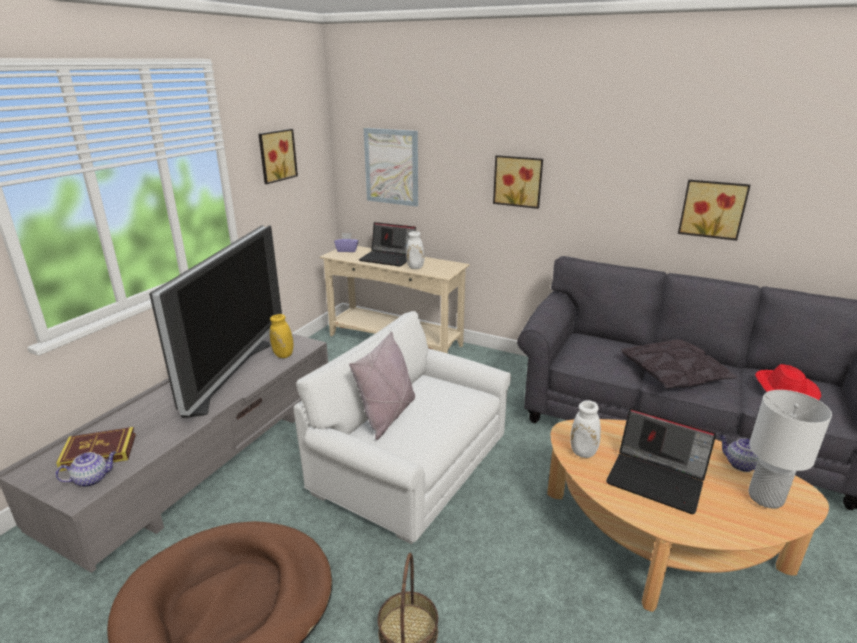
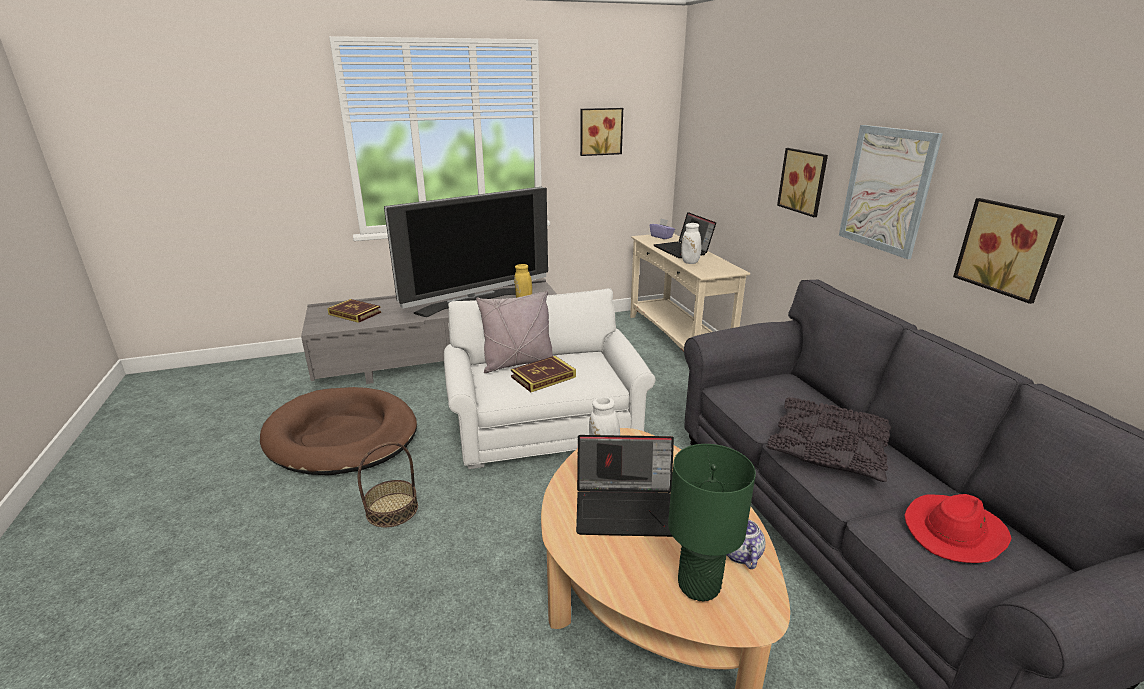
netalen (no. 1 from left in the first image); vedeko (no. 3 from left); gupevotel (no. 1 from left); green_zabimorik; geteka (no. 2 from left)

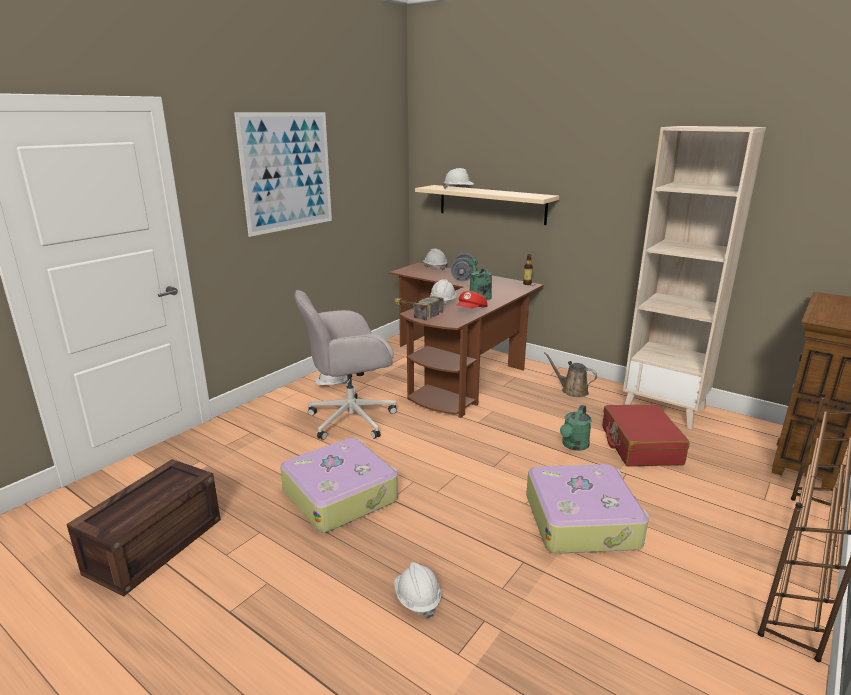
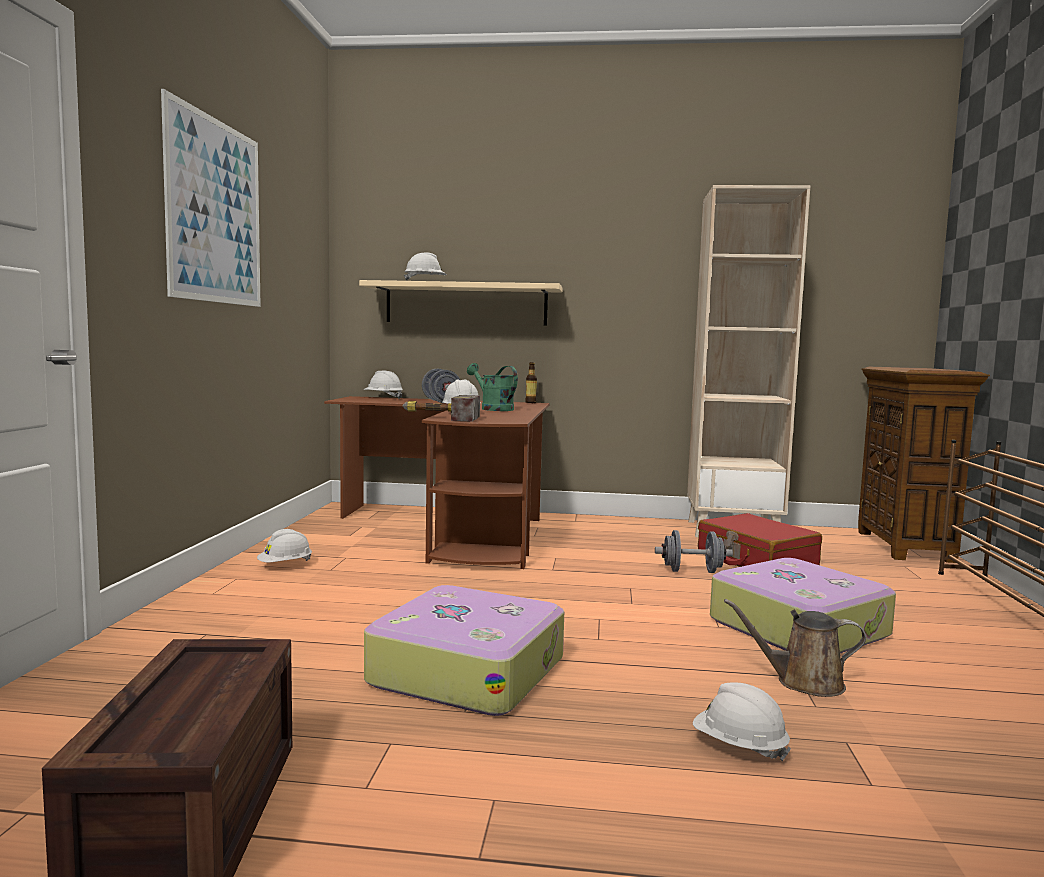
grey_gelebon; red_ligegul; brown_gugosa; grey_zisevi (no. 2 from left)

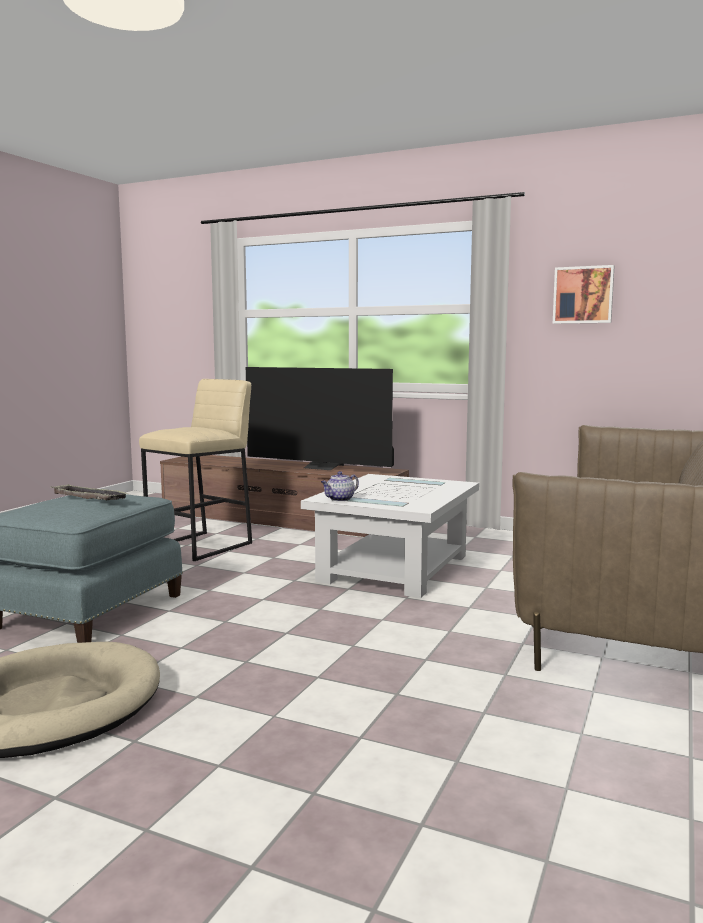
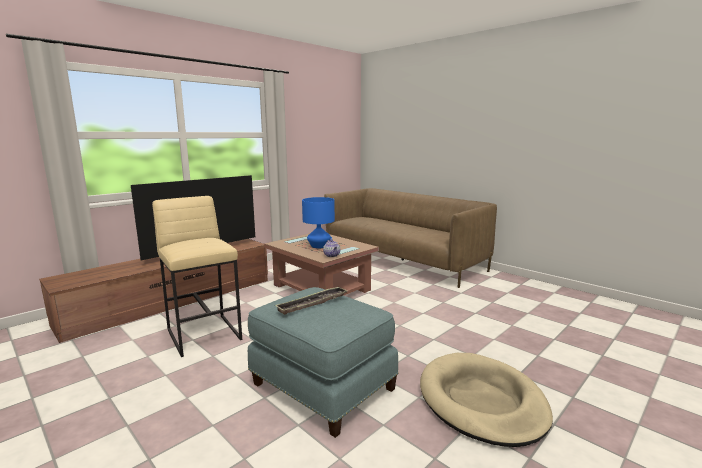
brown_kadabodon; vedeko; blue_zabimorik

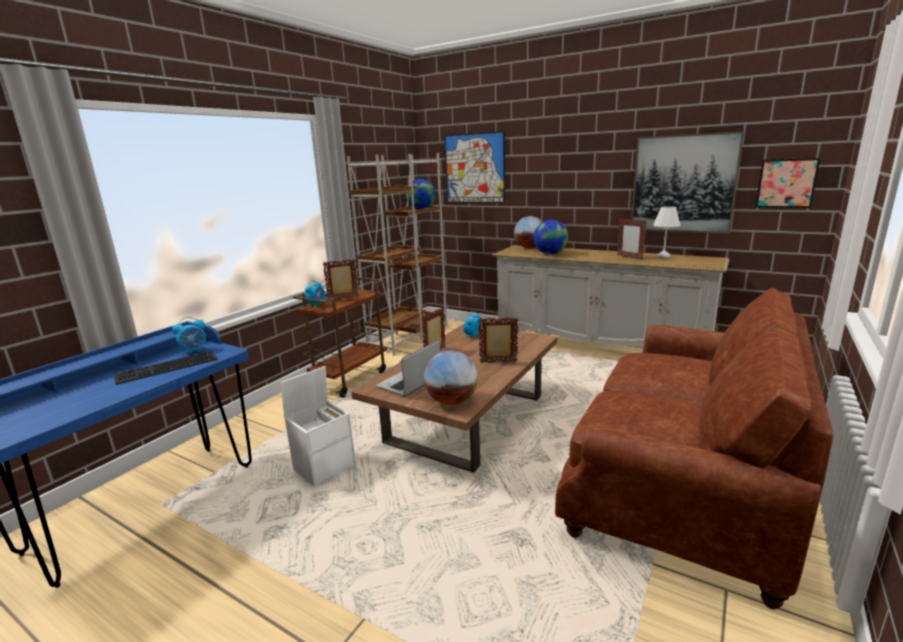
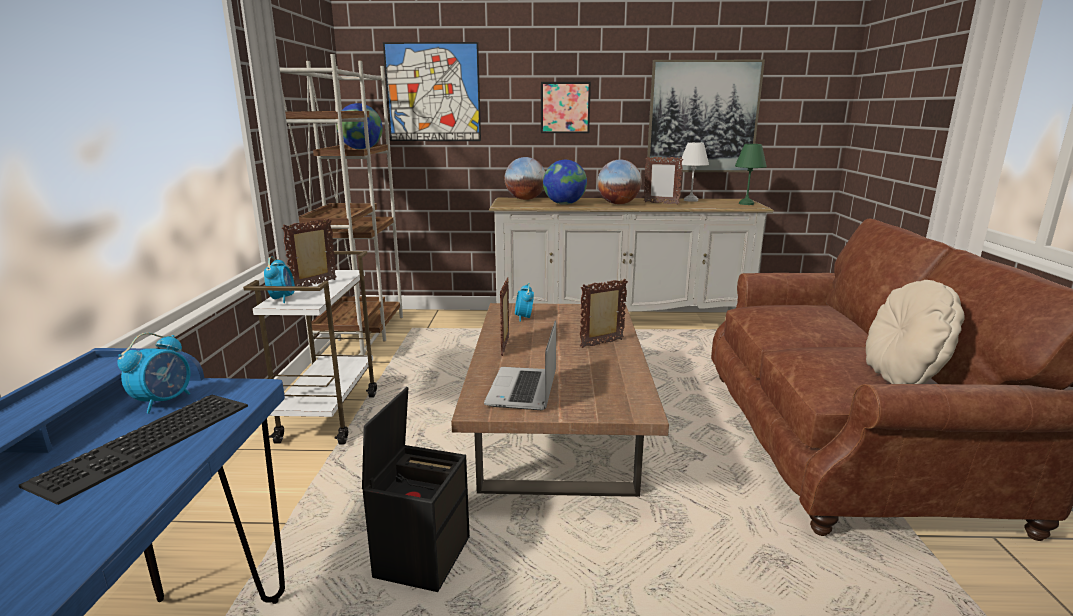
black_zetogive; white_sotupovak; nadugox (no. 4 from left); vedeko (no. 2 from left); green_zabimorik; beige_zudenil

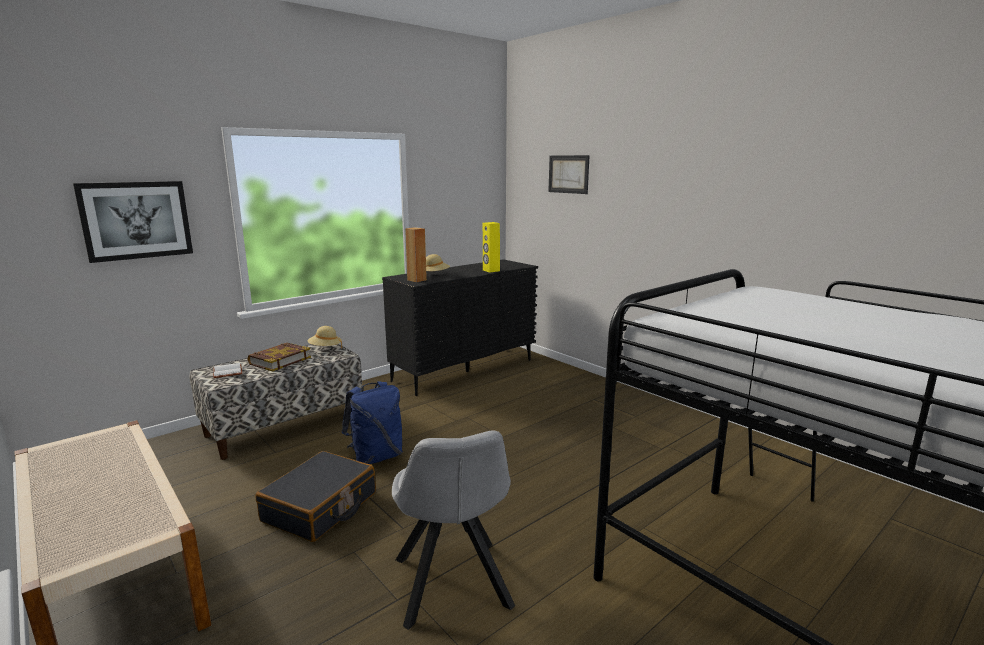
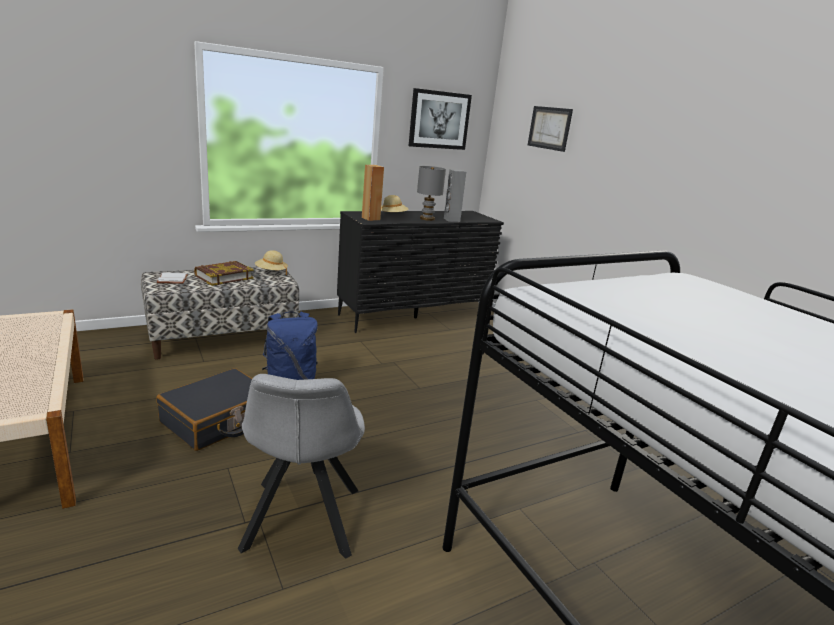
vedeko (no. 1 from left); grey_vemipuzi; grey_zabimorik

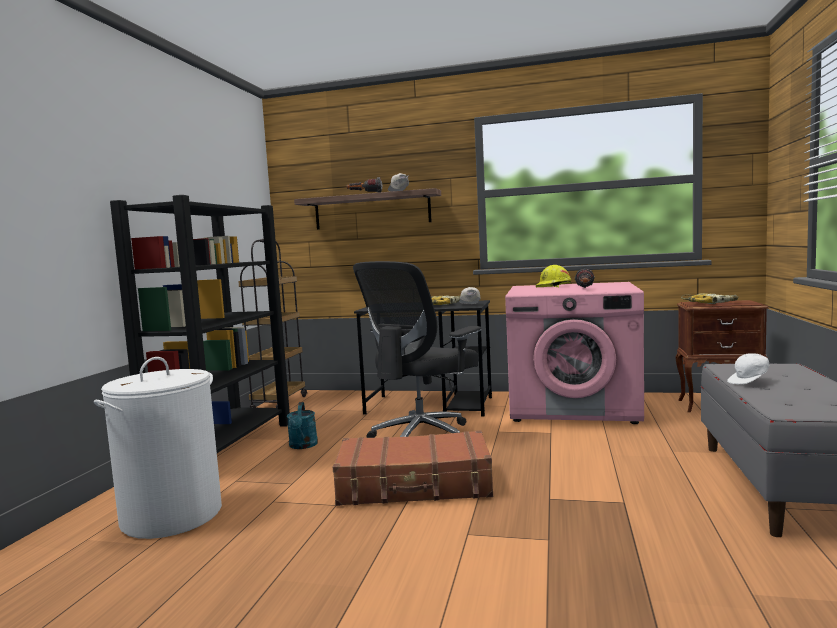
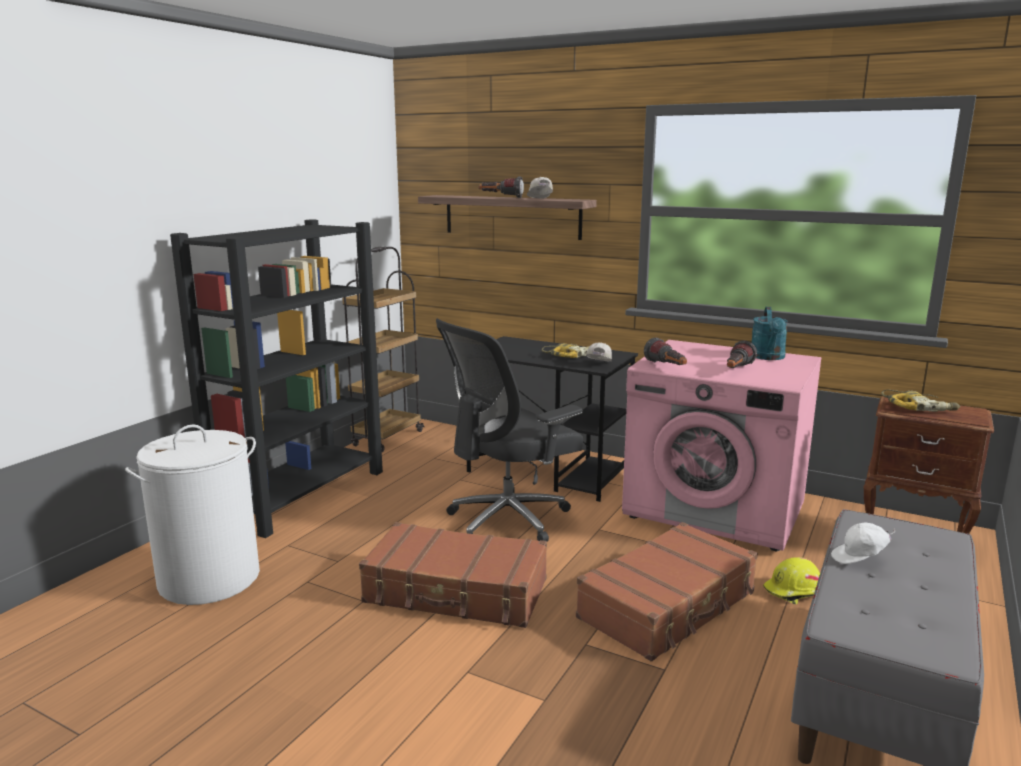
turquoise_gugosa; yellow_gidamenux; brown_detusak (no. 2 from left); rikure (no. 2 from left)

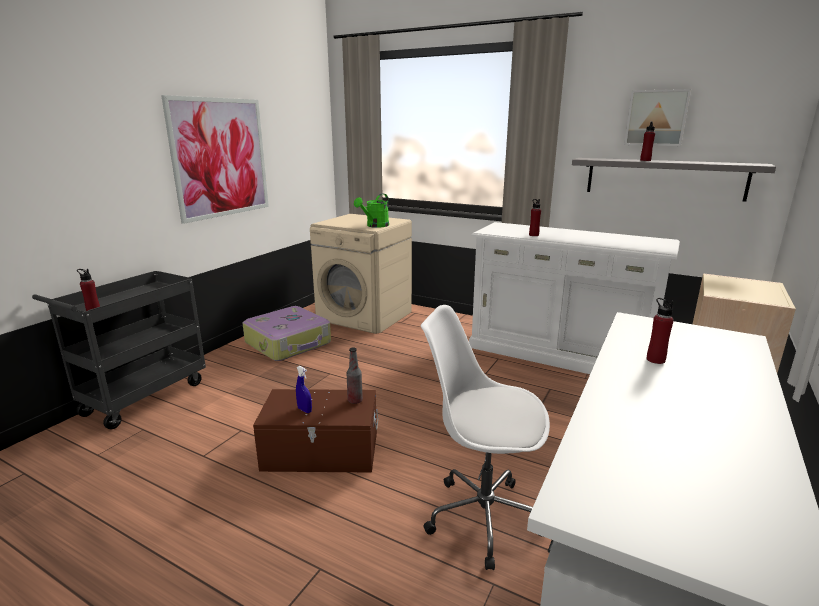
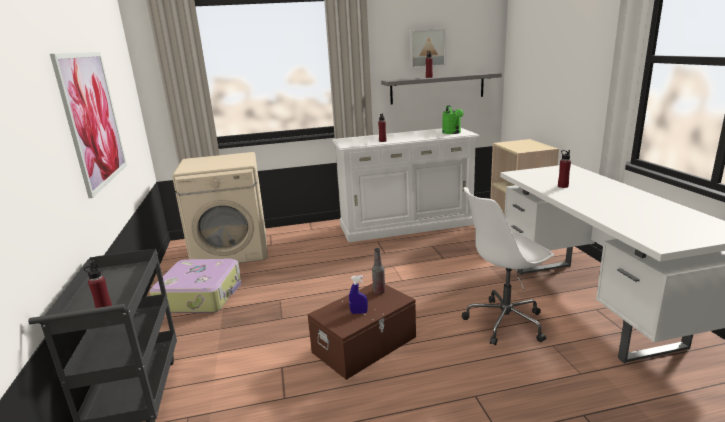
green_gugosa

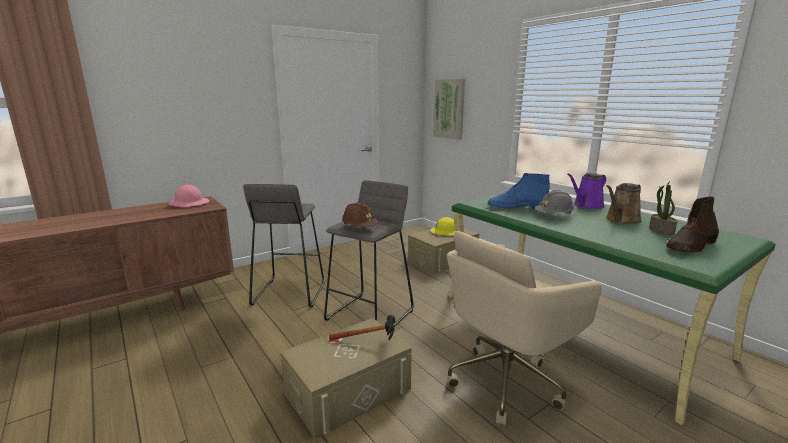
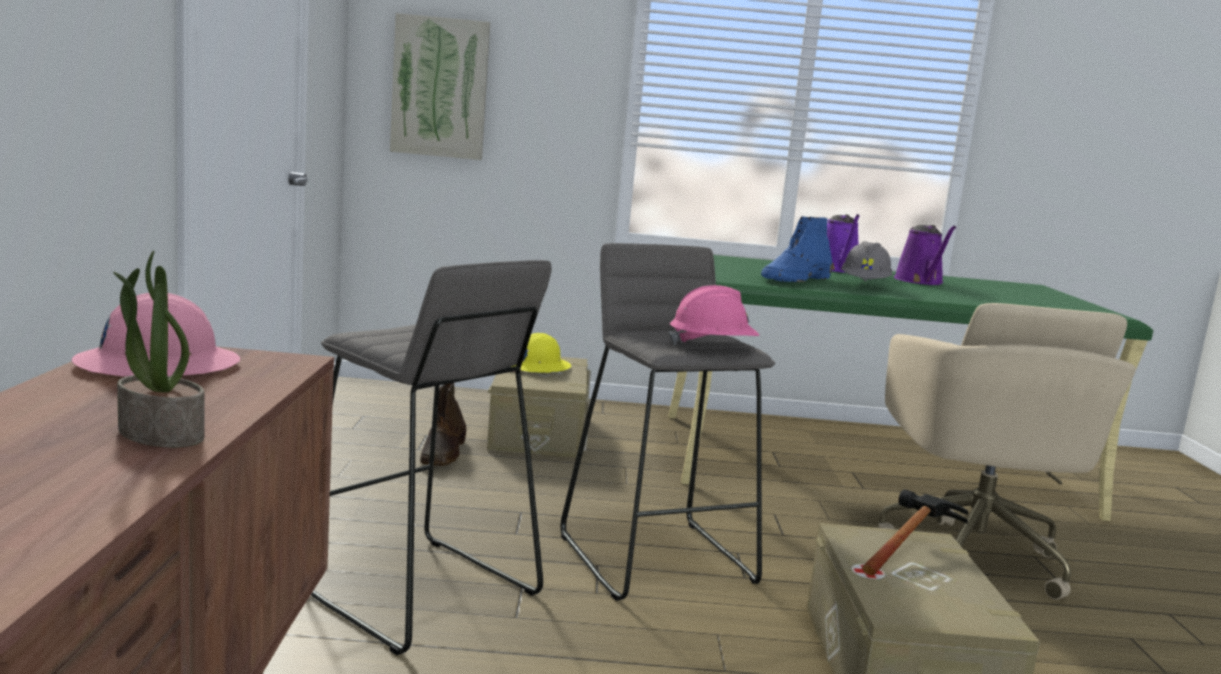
pink_gidamenux (no. 2 from left); purple_gugosa (no. 2 from left); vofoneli; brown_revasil

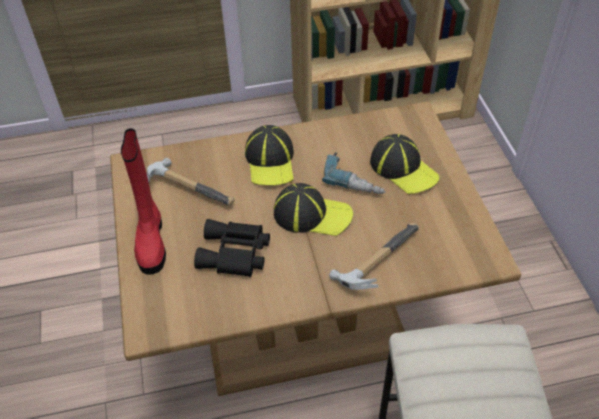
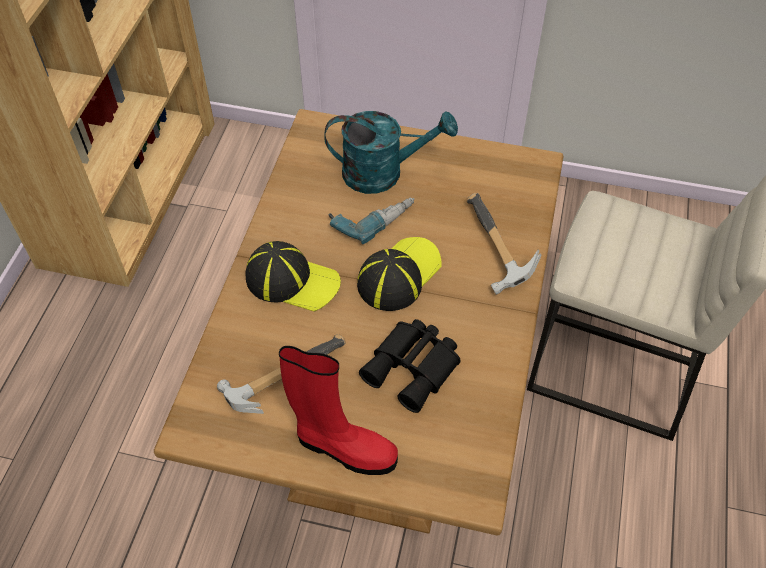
turquoise_gugosa

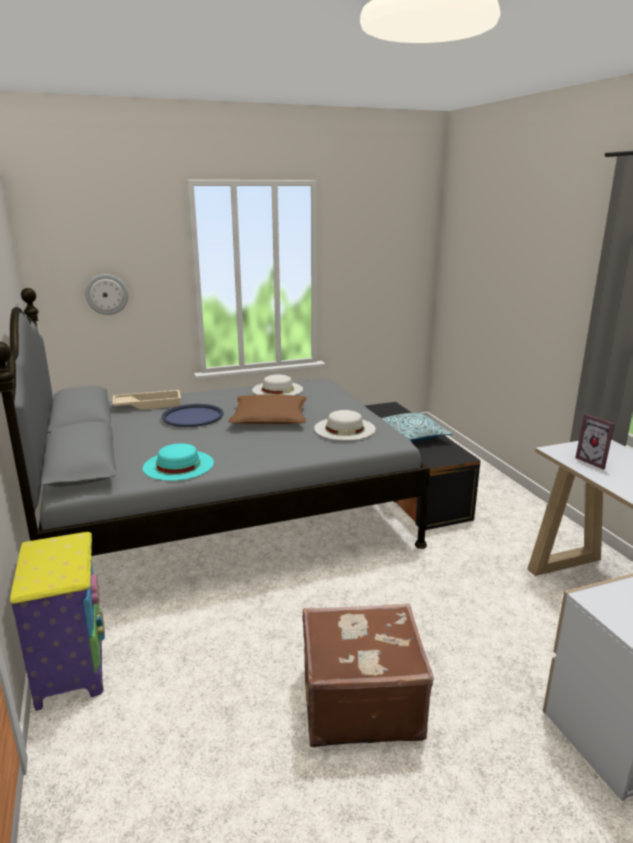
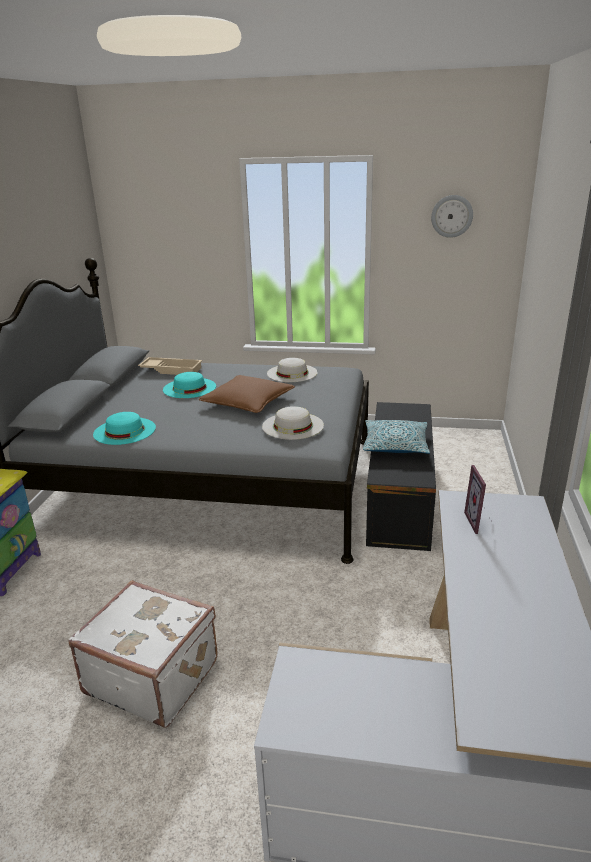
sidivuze; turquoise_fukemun (no. 2 from left); white_detusak

